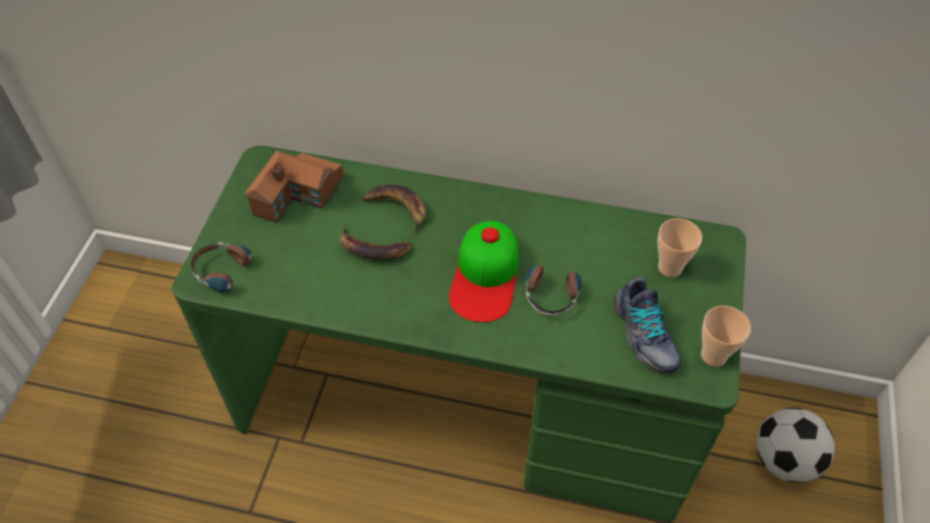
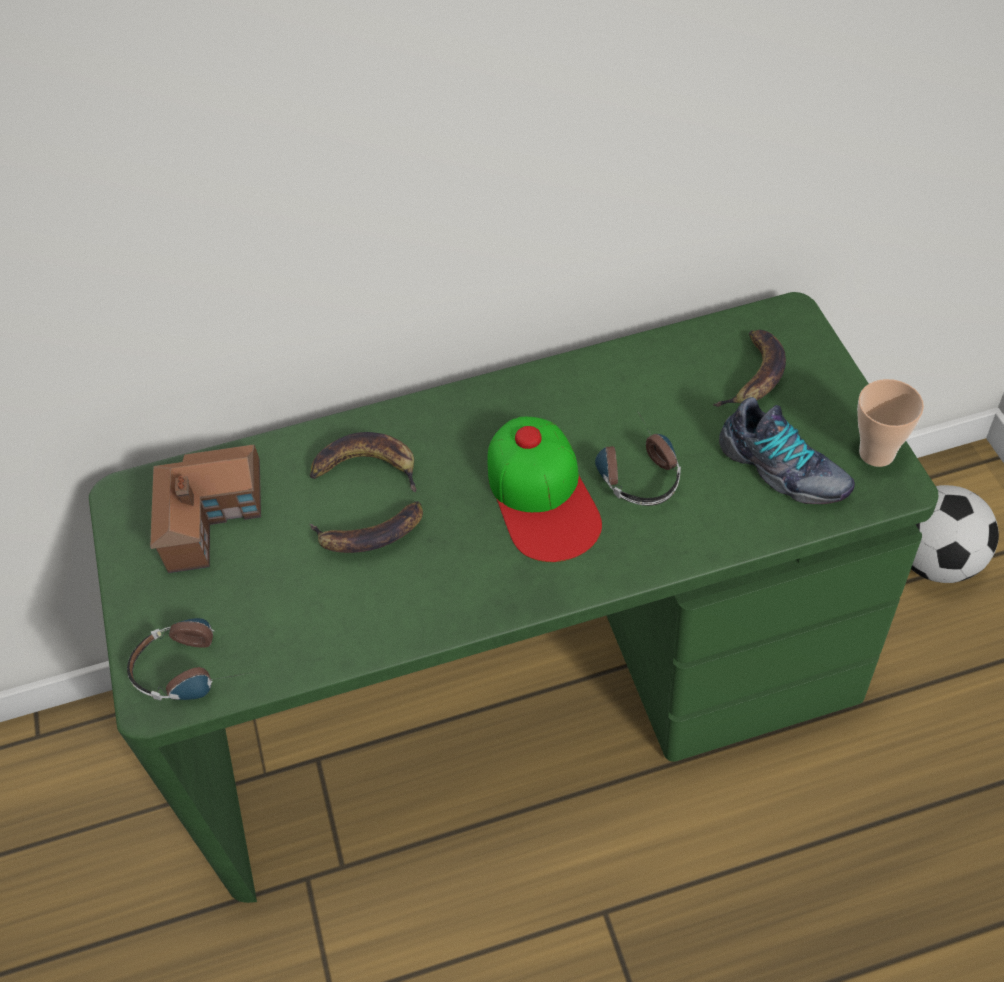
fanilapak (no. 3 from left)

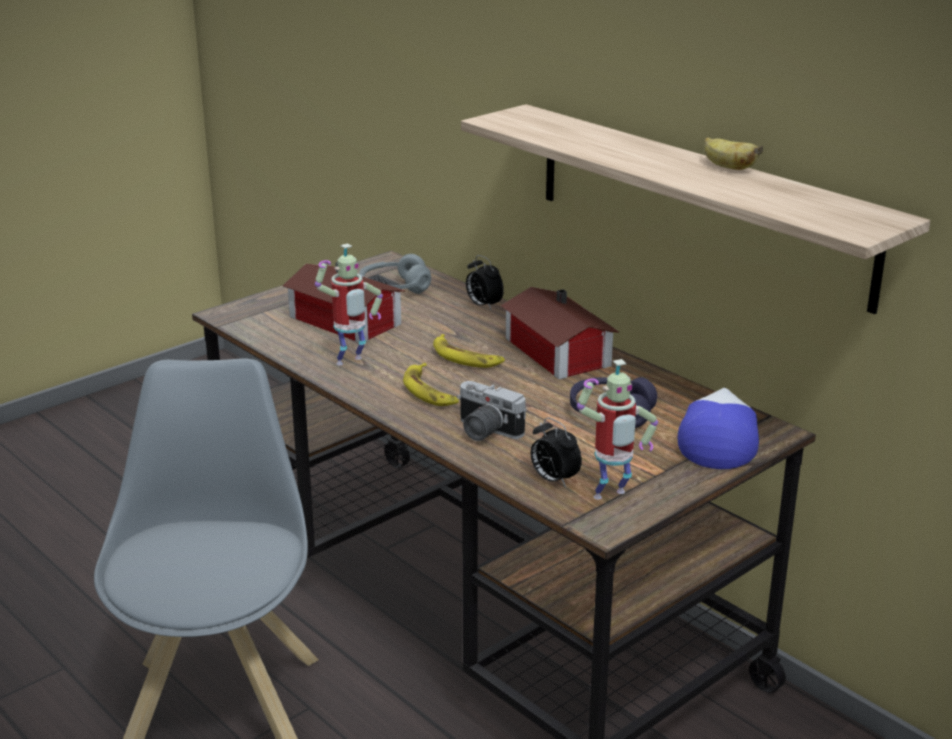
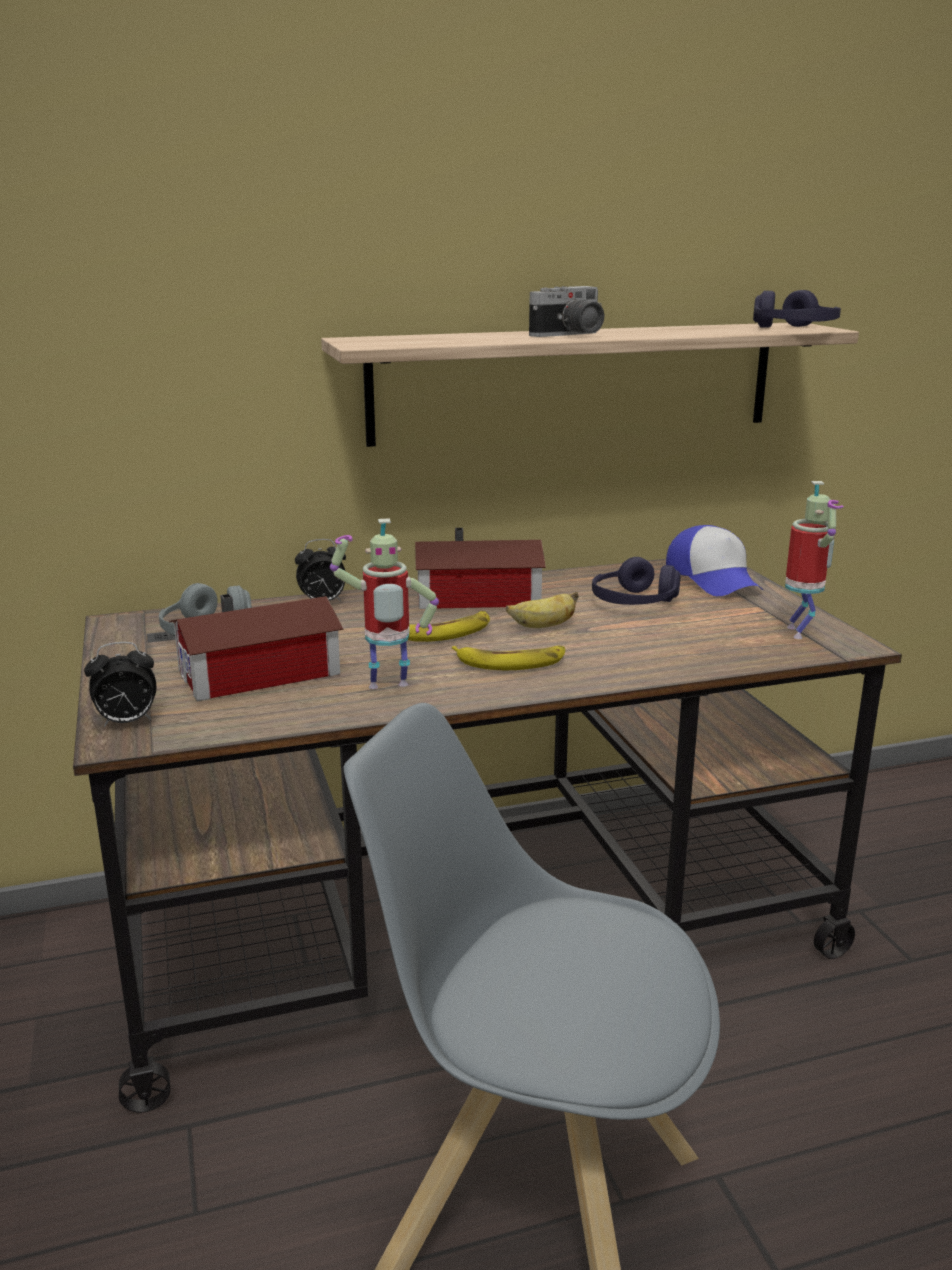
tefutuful (no. 1 from left); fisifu; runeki (no. 1 from left); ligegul; fanilapak (no. 3 from left); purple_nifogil (no. 2 from left)

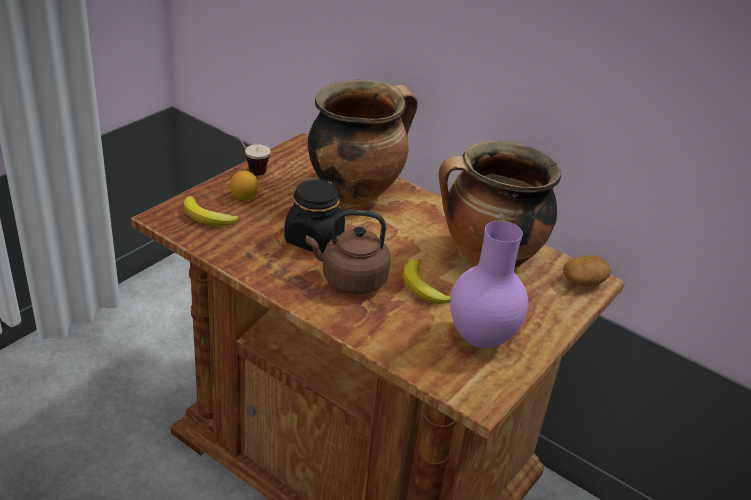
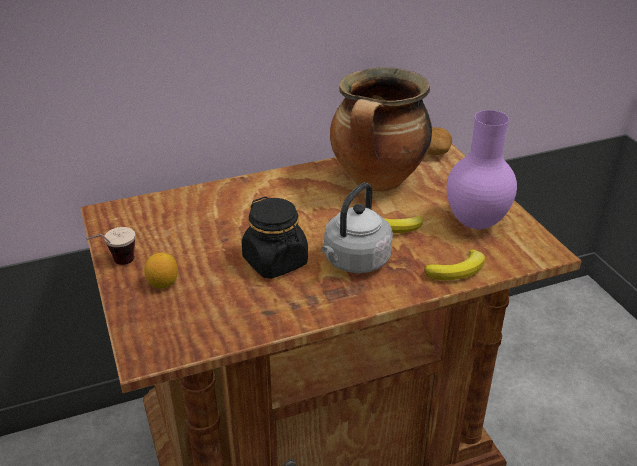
fanilapak (no. 2 from left); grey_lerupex; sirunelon (no. 1 from left in the first image)

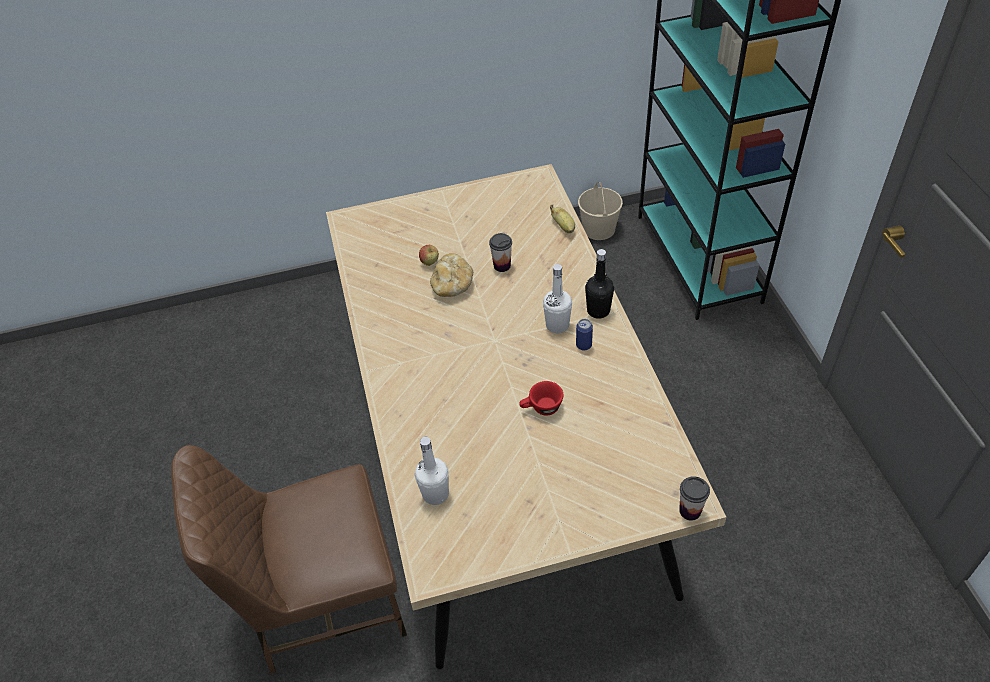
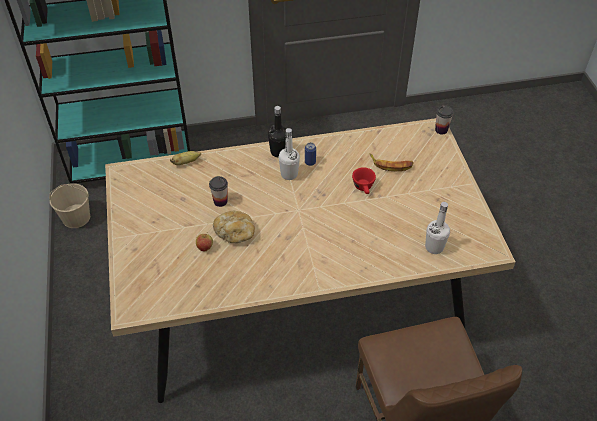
fanilapak (no. 2 from left)

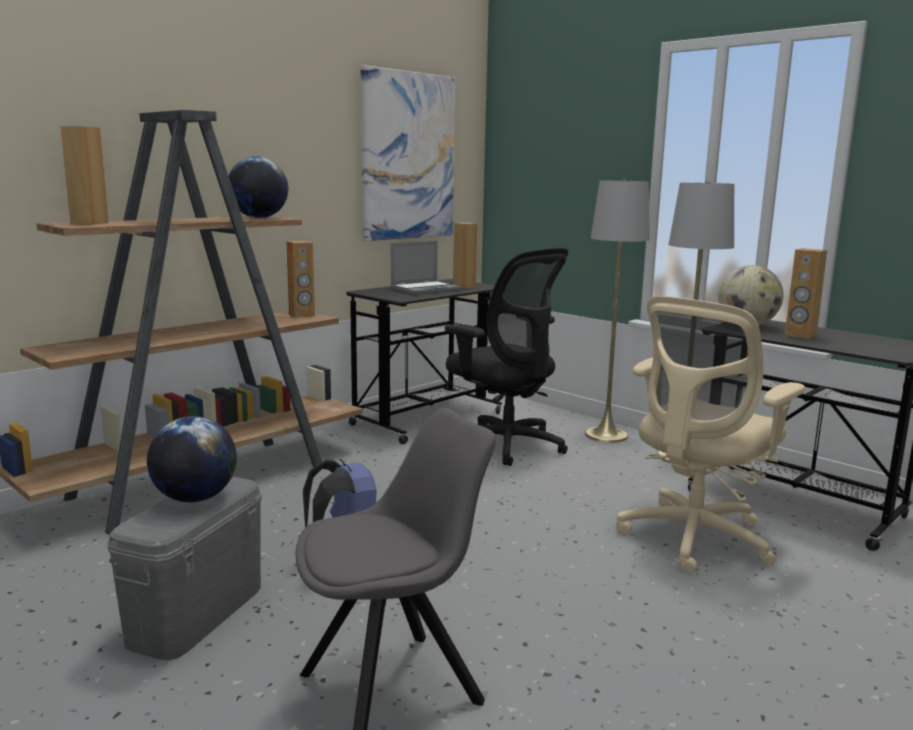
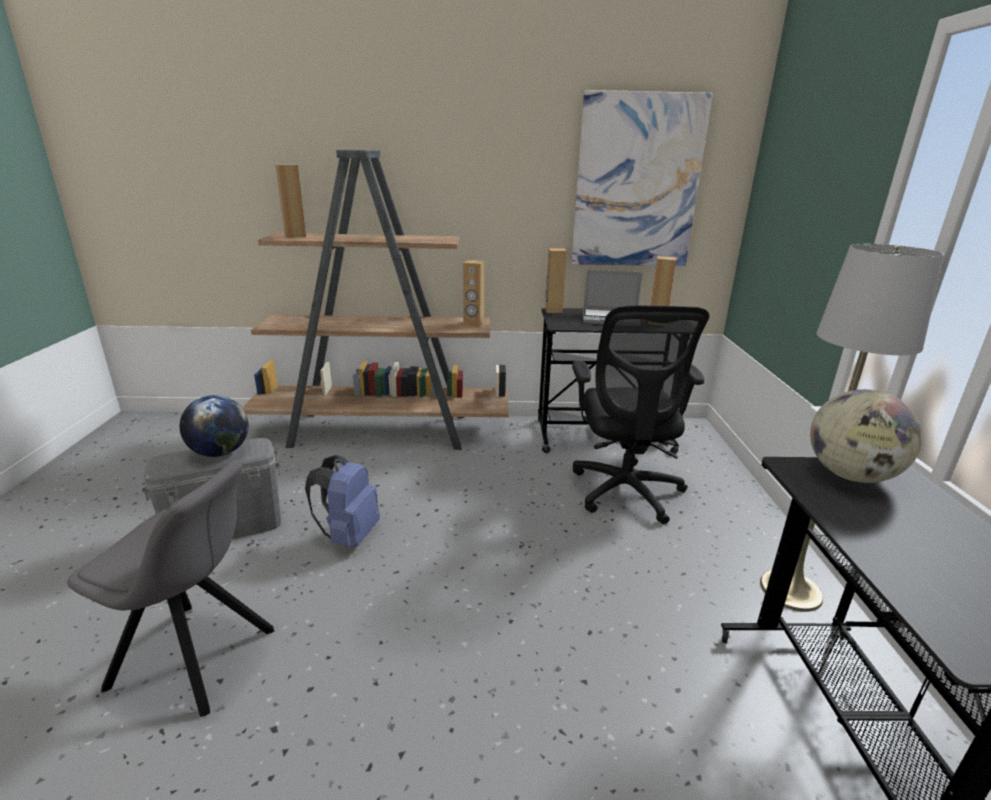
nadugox (no. 2 from left in the first image); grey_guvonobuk (no. 1 from left in the first image); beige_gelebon; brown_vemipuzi (no. 3 from left)

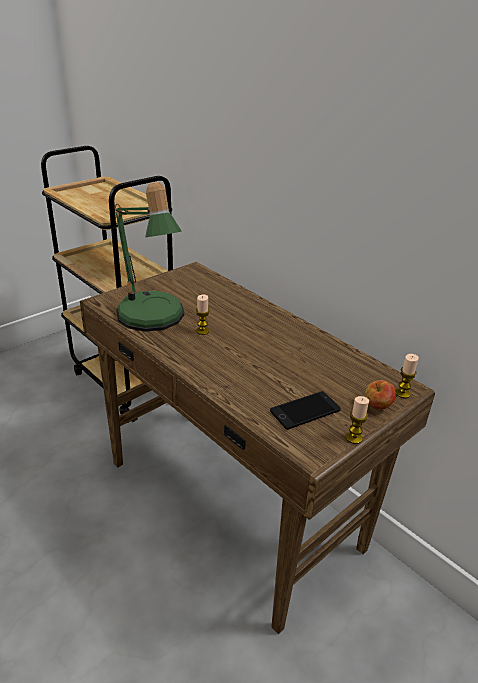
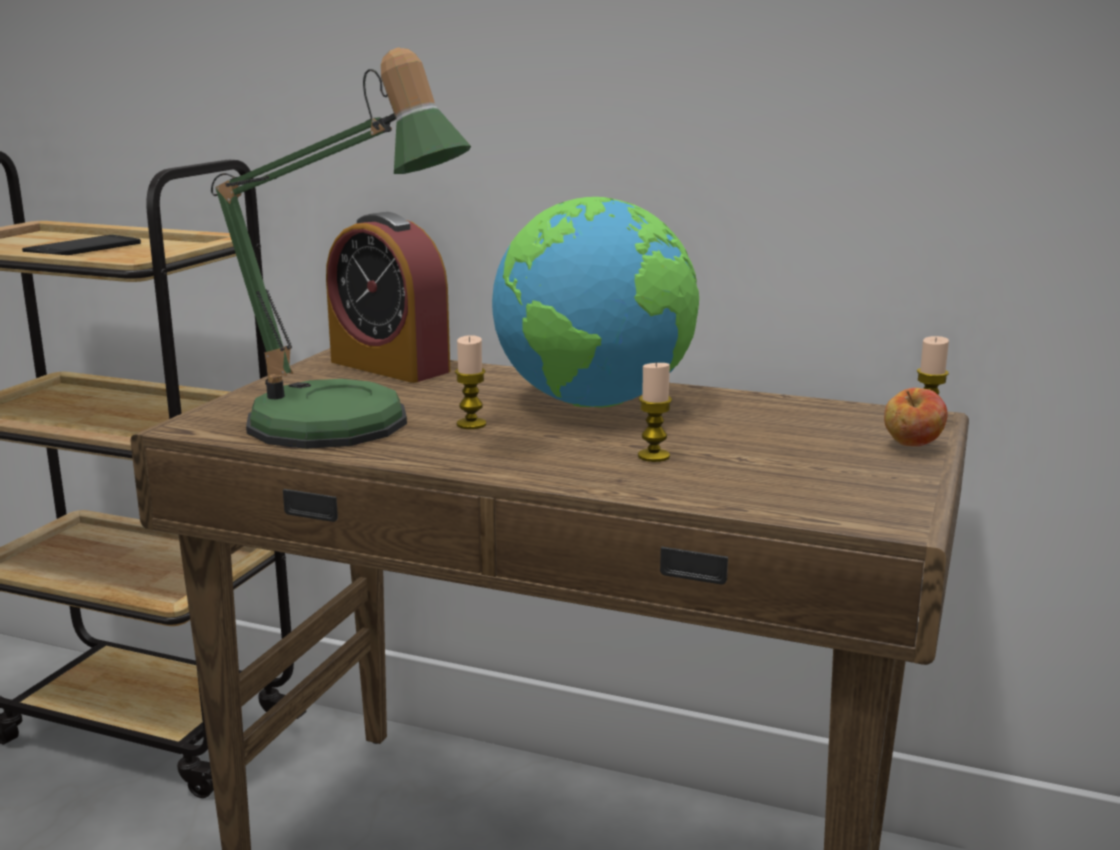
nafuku; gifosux (no. 2 from left); runeki; nadugox

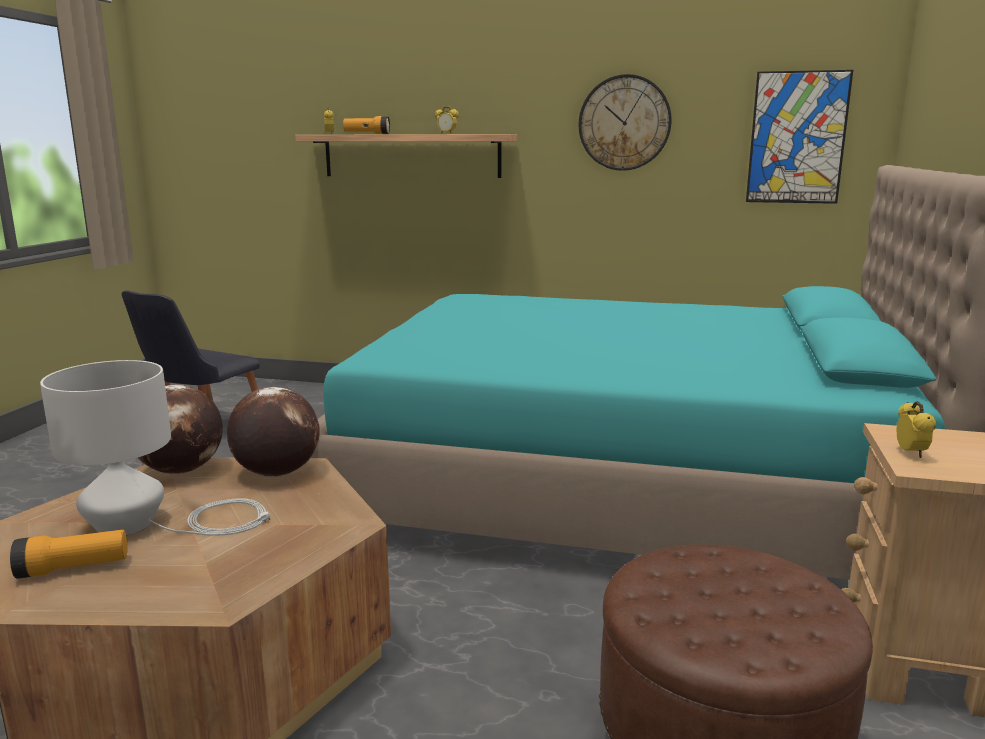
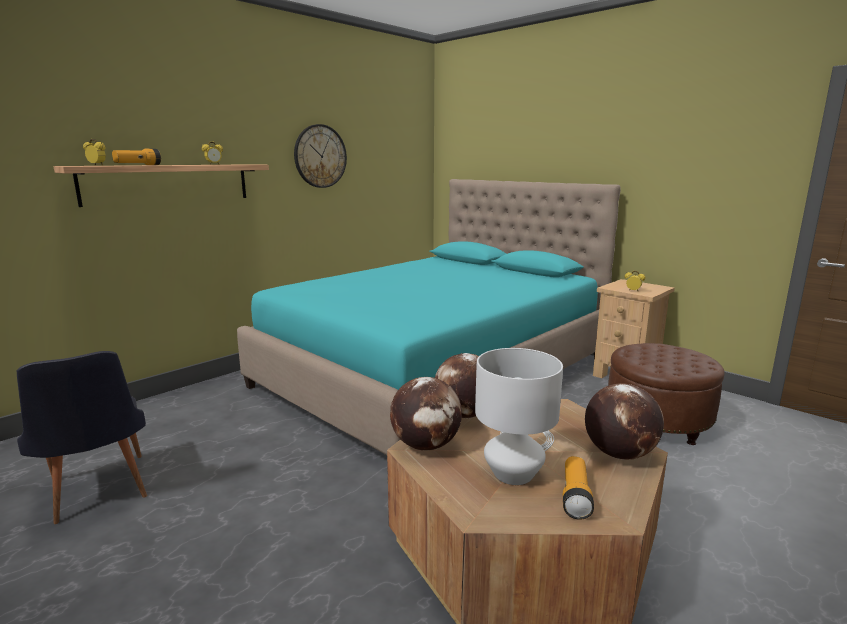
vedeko; nadugox (no. 3 from left)

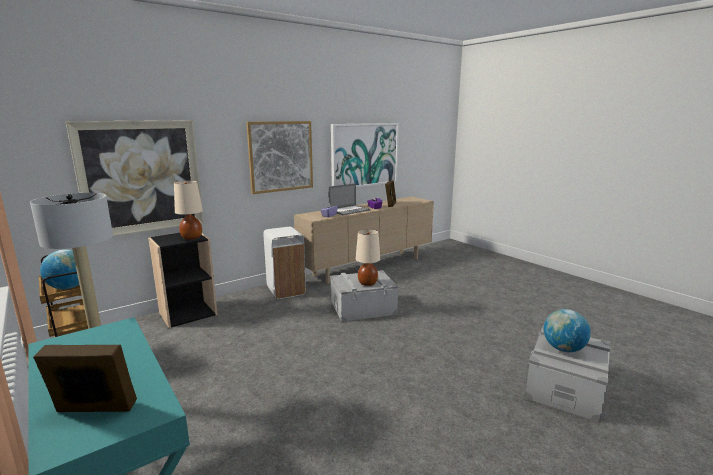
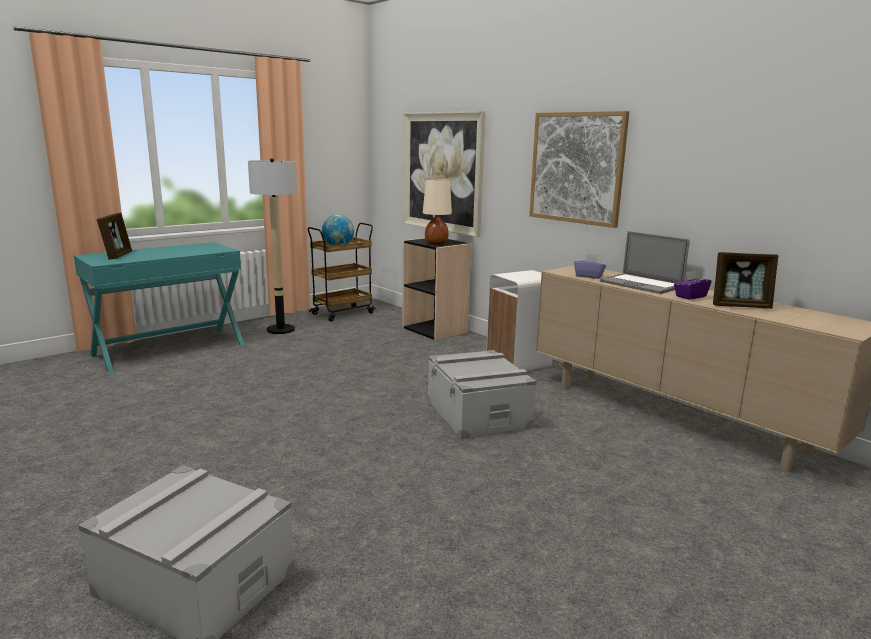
vedeko (no. 3 from left in the first image); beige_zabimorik (no. 2 from left in the first image); nadugox (no. 2 from left in the first image)

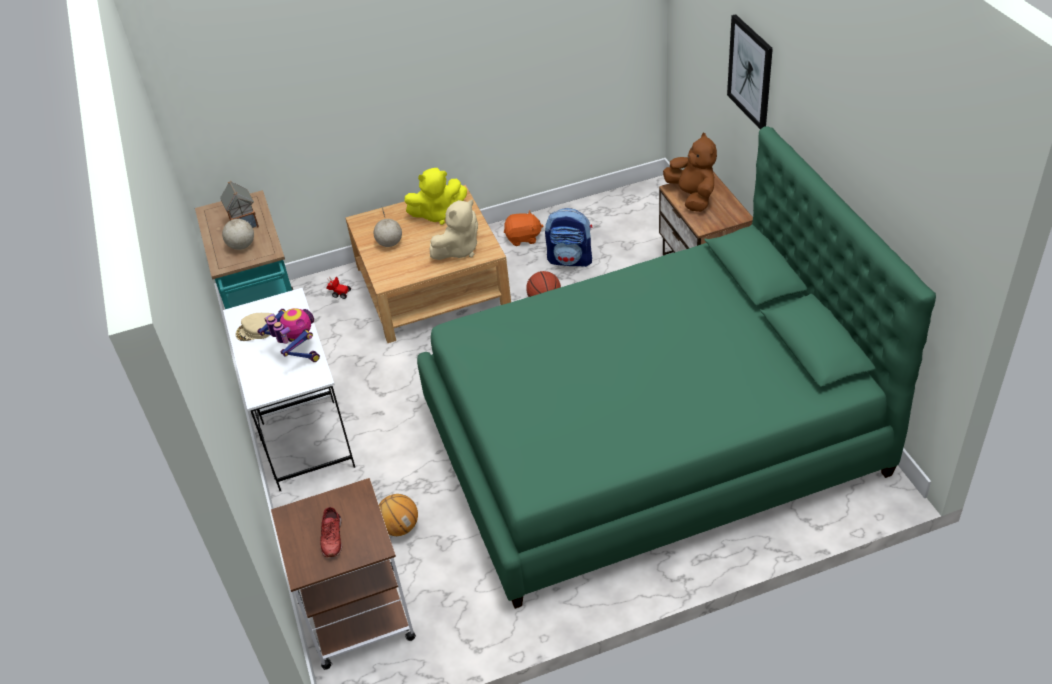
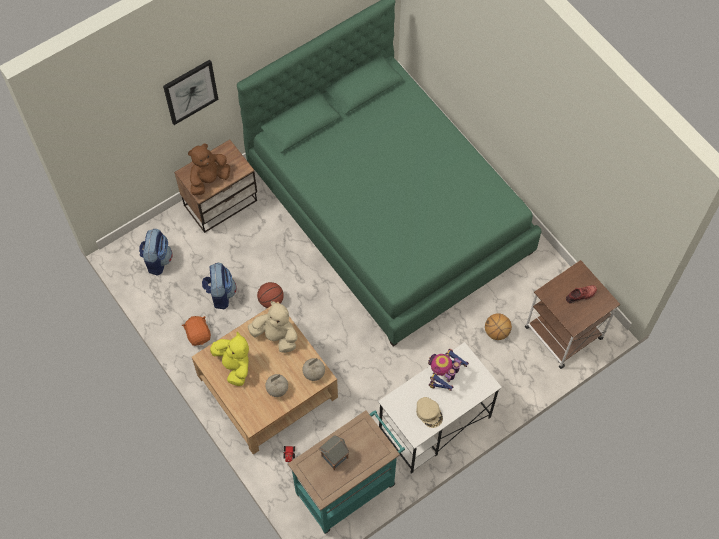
nadugox (no. 2 from left); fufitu (no. 1 from left)

